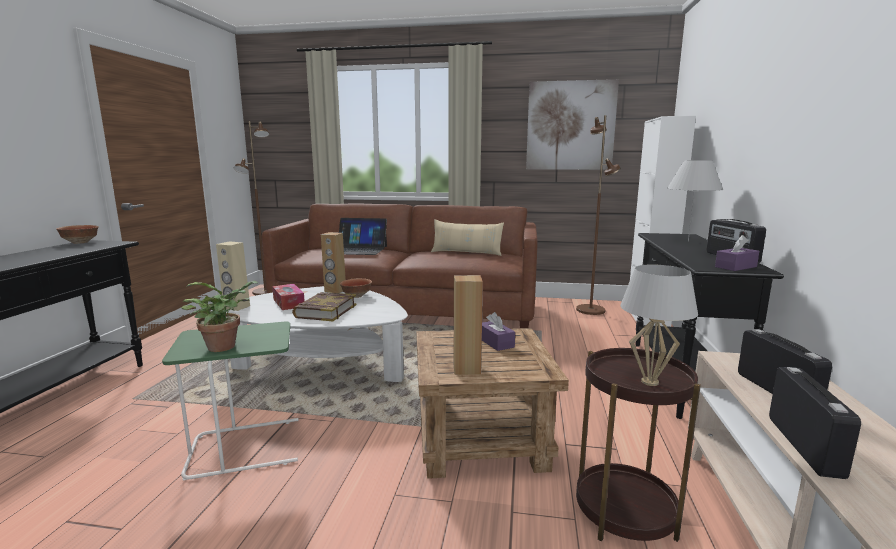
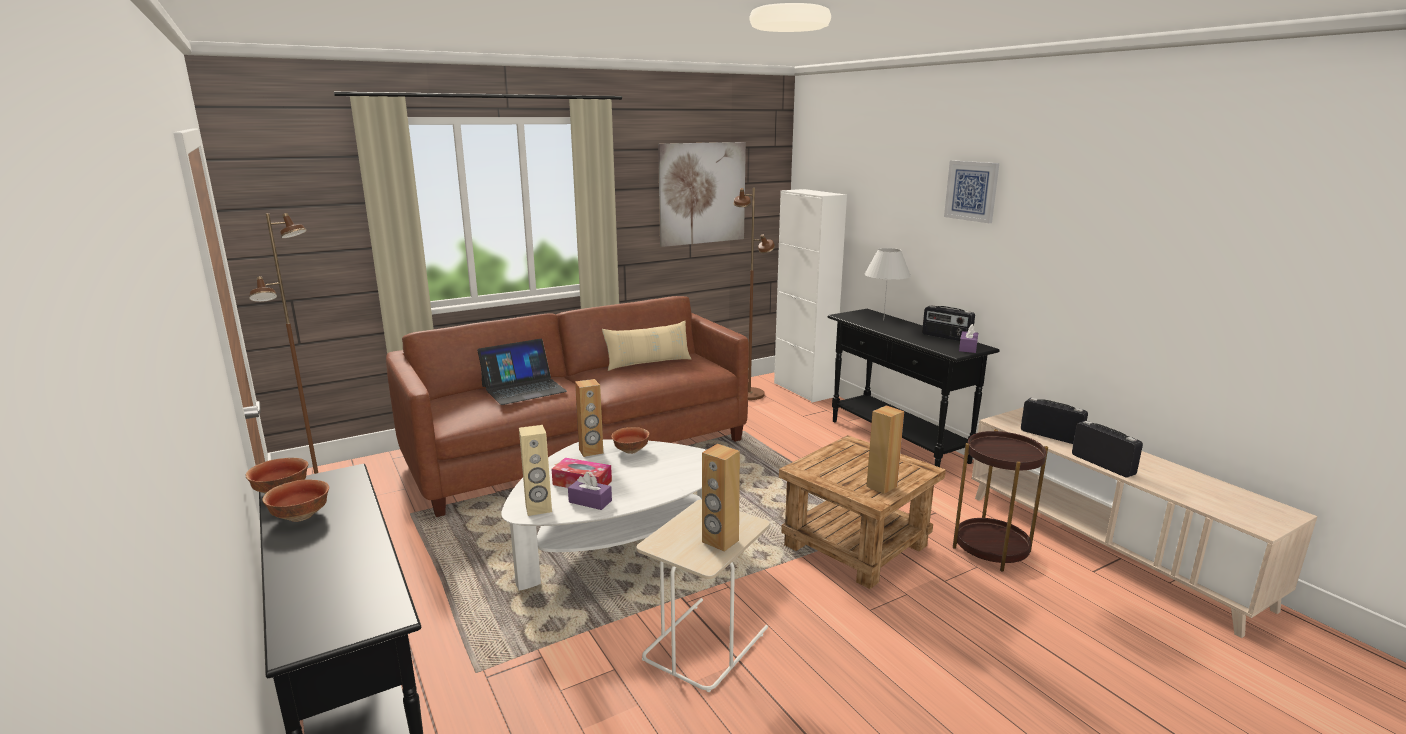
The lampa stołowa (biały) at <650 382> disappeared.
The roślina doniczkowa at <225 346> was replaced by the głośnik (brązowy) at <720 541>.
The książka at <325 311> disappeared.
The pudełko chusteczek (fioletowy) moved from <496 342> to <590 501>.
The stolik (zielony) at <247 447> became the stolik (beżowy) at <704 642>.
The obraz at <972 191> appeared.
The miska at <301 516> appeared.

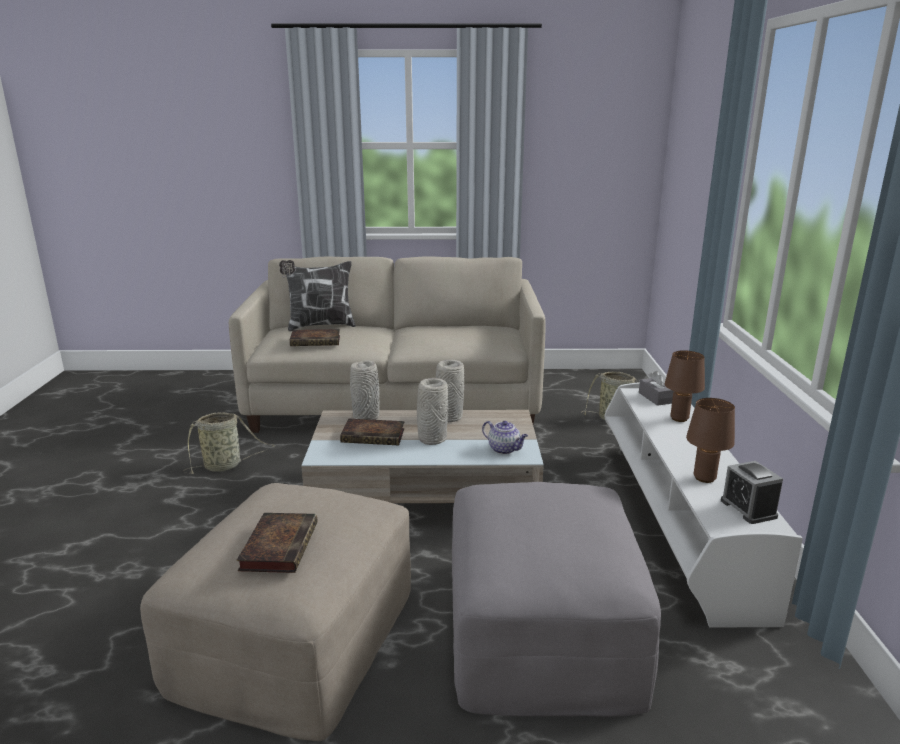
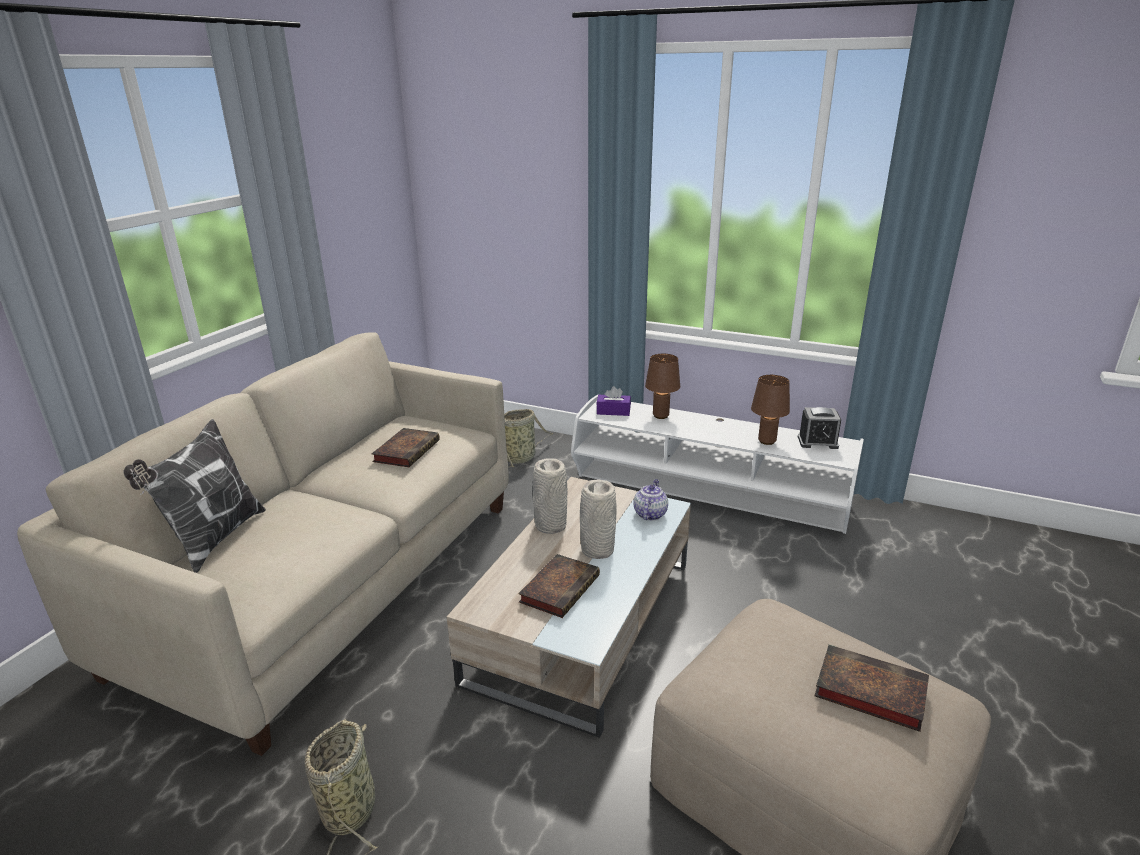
The książka moved from <317 341> to <407 450>.
The wazon (szary) at <366 417> disappeared.
The pudełko chusteczek (szary) at <655 398> became the pudełko chusteczek (fioletowy) at <613 411>.
The imbryk at <504 449> turned 45 degrees counterclockwise.
The pufa (szary) at <541 628> disappeared.

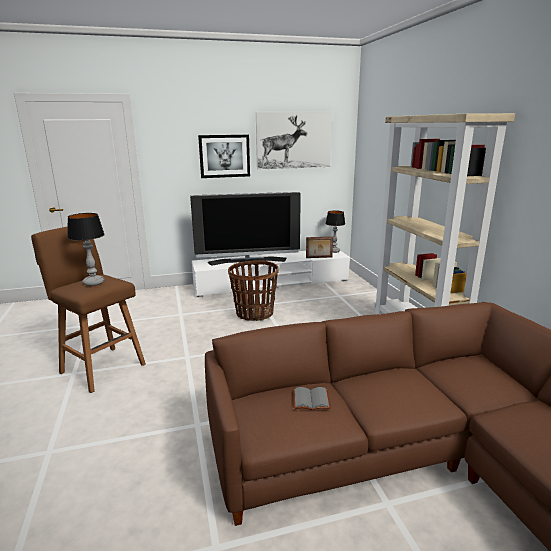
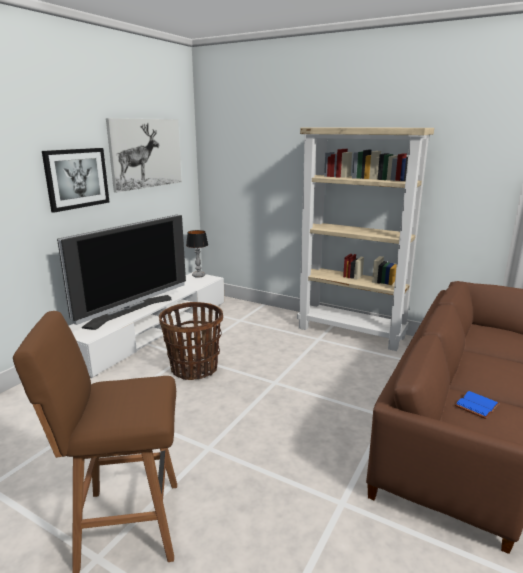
The lampa stołowa at <93 283> disappeared.
The ramka na zdjęcie at <319 257> disappeared.
The książka (szary) at <310 401> became the książka (niebieski) at <477 406>.

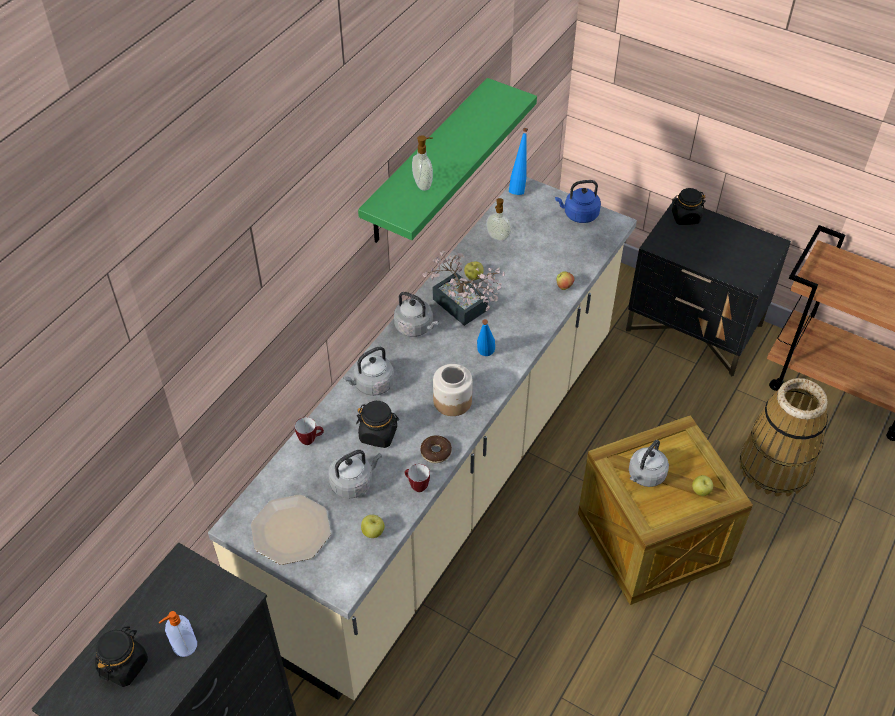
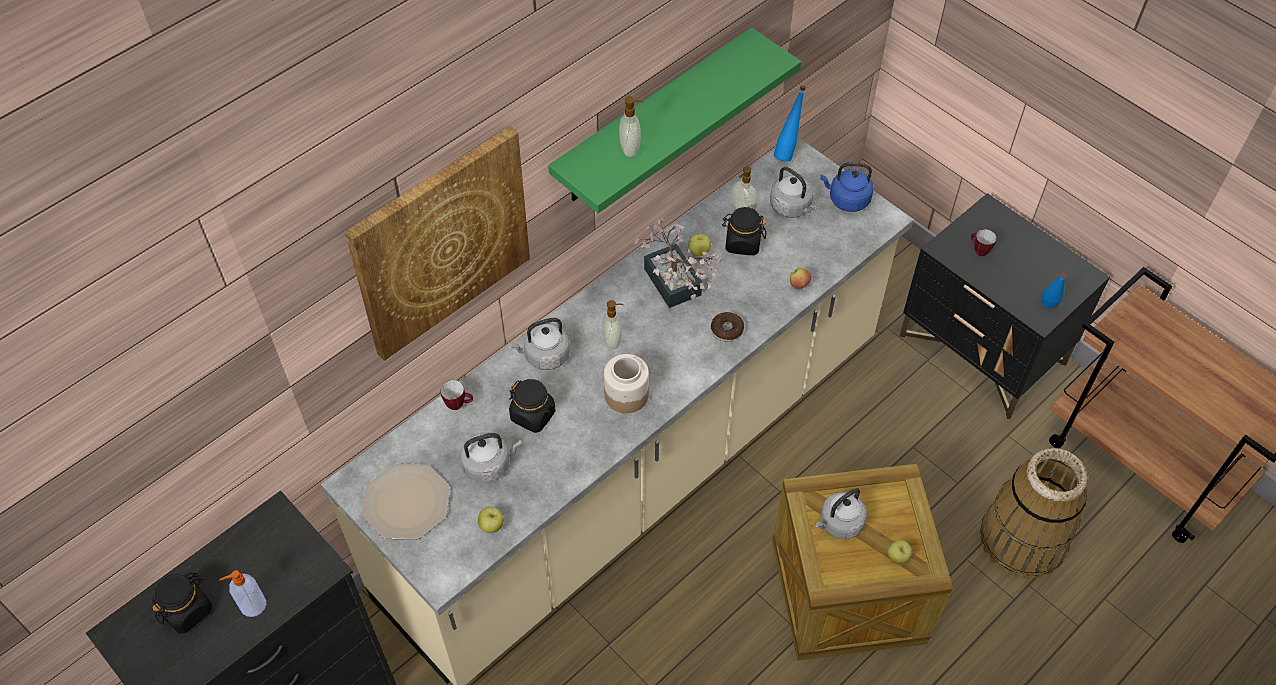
The słoik (czarny) moved from <685 217> to <742 243>.
The czajnik (szary) moved from <415 327> to <792 207>.
The butelka (niebieski) moved from <485 358> to <1047 309>.
The donut moved from <436 452> to <727 330>.
The kubek moved from <416 486> to <978 251>.
The obraz at <441 243> appeared.
The dozownik mydła at <613 340> appeared.

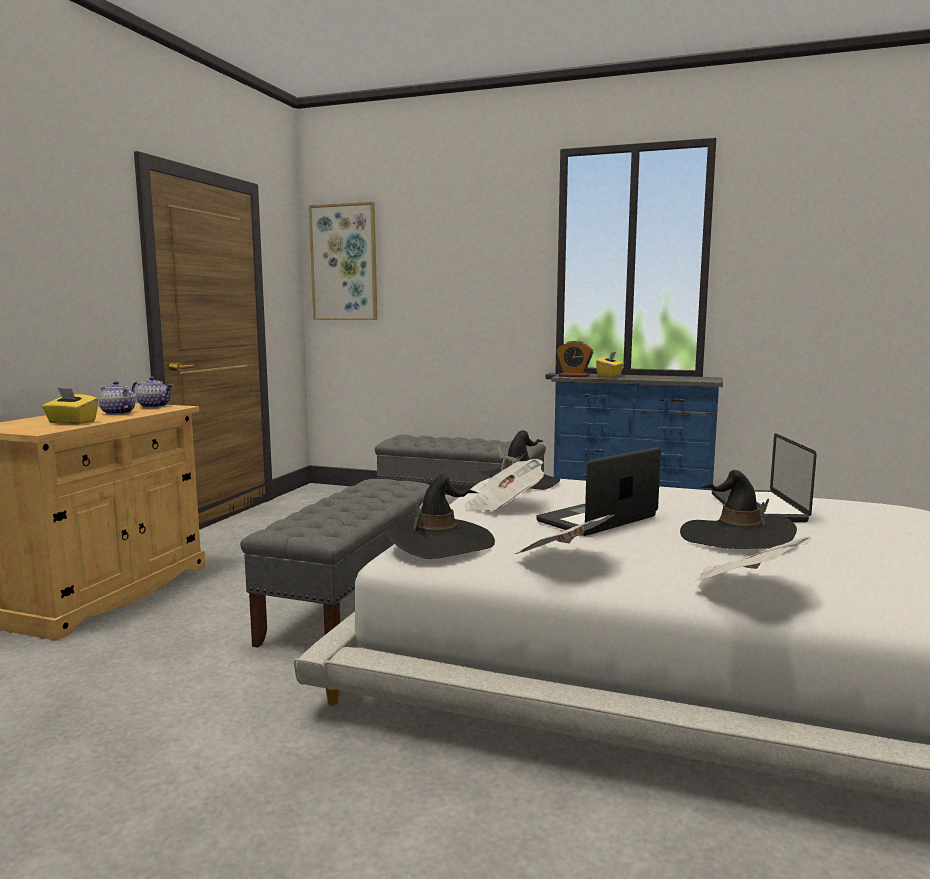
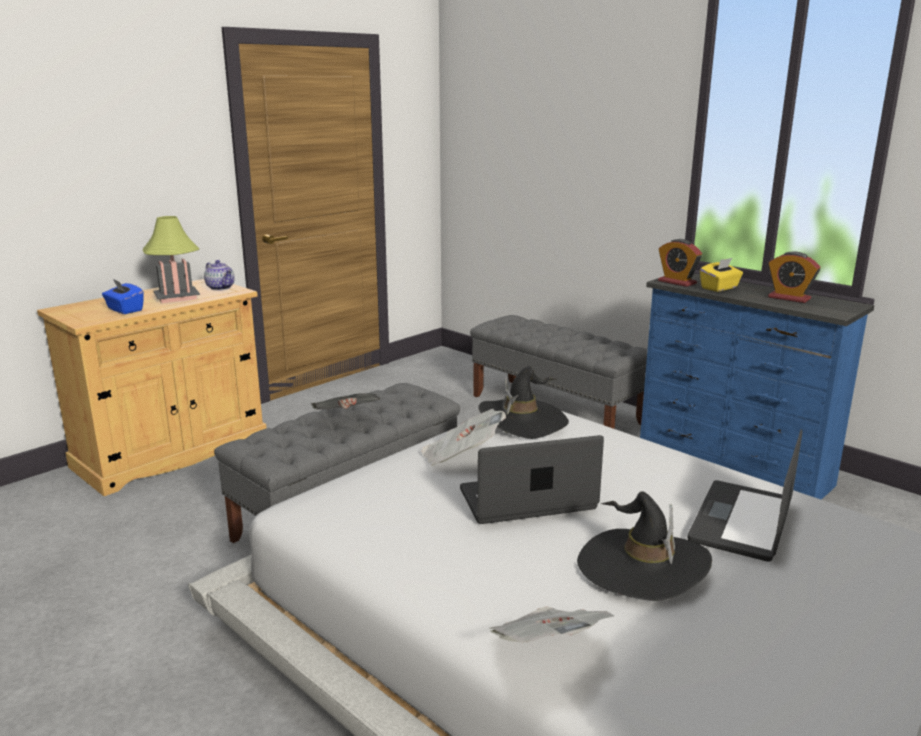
The obraz at <344 262> disappeared.
The imbryk at <117 413> was replaced by the lampa stołowa at <177 297>.
The pudełko chusteczek (żółty) at <71 422> became the pudełko chusteczek (niebieski) at <124 310>.
The kapelusz (czarny) at <440 542> disappeared.
The gazeta moved from <562 560> to <346 420>.
The budzik at <789 298> appeared.

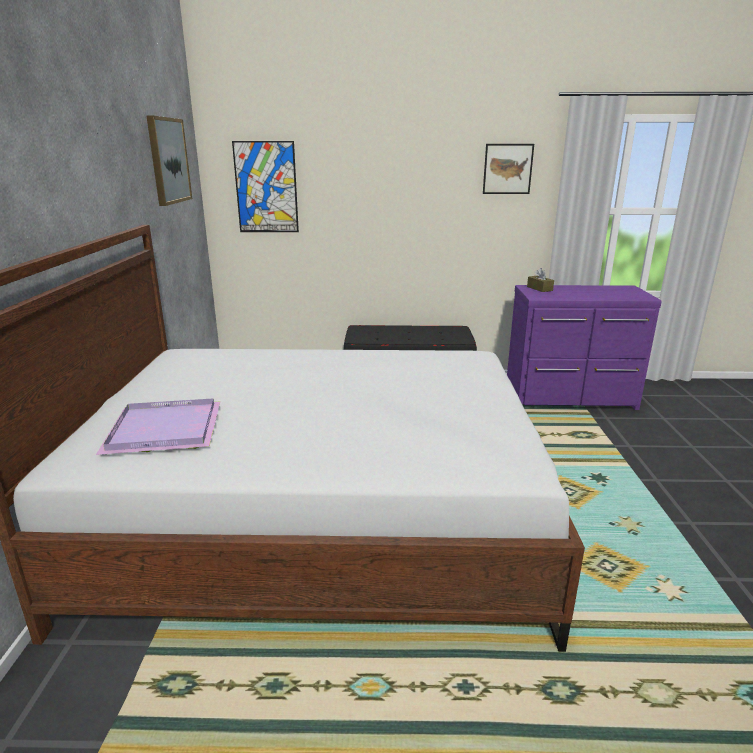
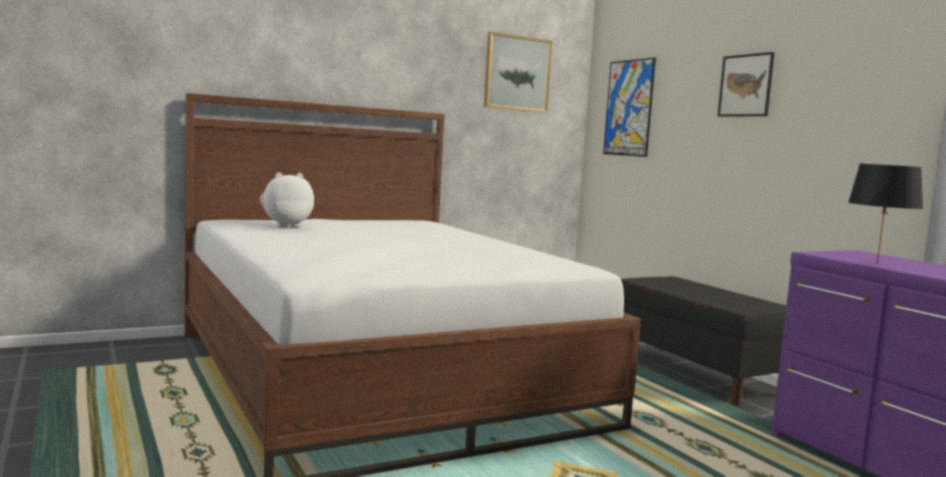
The obraz moved from <507 169> to <745 85>.
The pudełko chusteczek (brązowy) at <539 288> disappeared.
The taca (fioletowy) at <166 430> was replaced by the pluszak at <285 226>.
The lampa stołowa (czarny) at <876 264> appeared.

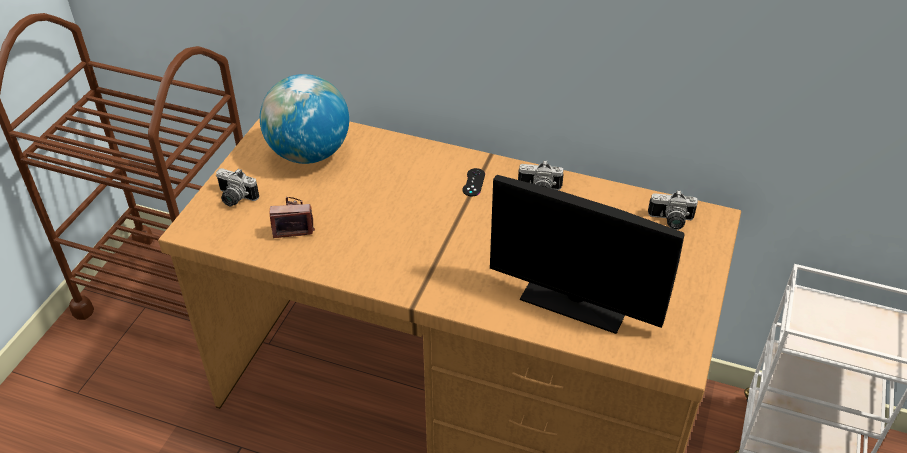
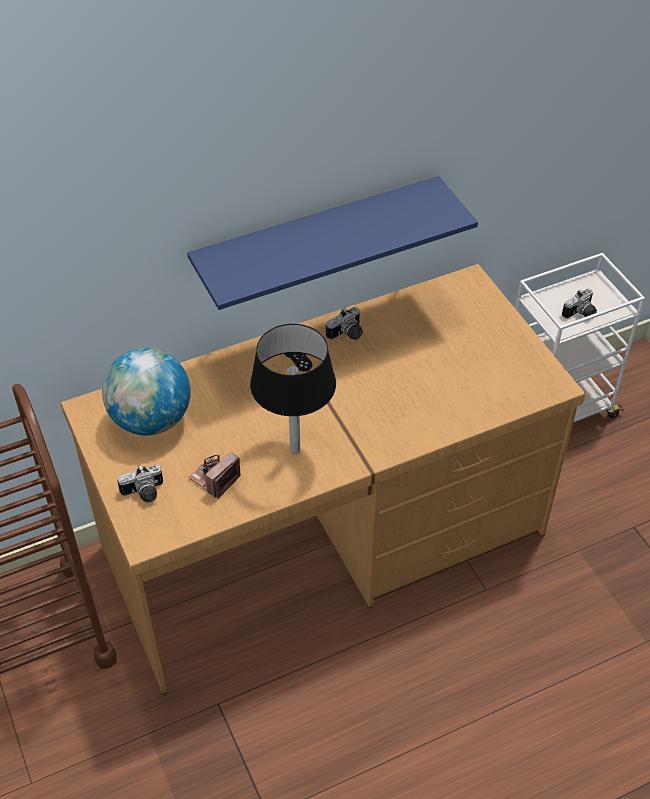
The monitor at <575 300> disappeared.
The aparat fotograficzny moved from <671 221> to <581 314>.
The półka (niebieski) at <317 238> appeared.
The lampa stołowa (czarny) at <295 449> appeared.

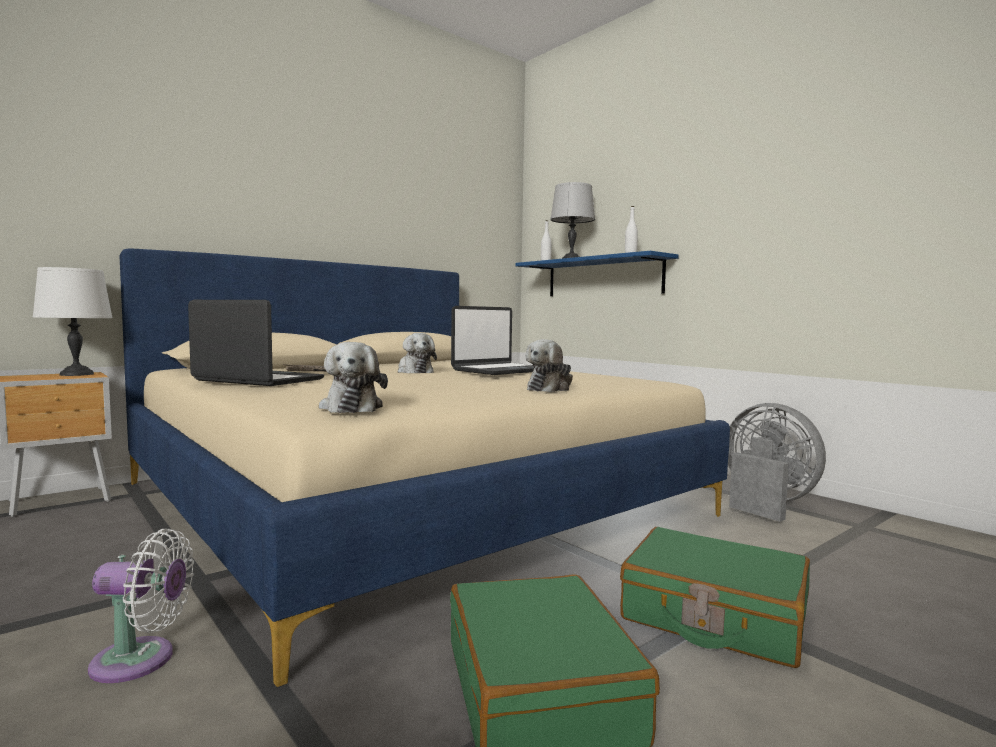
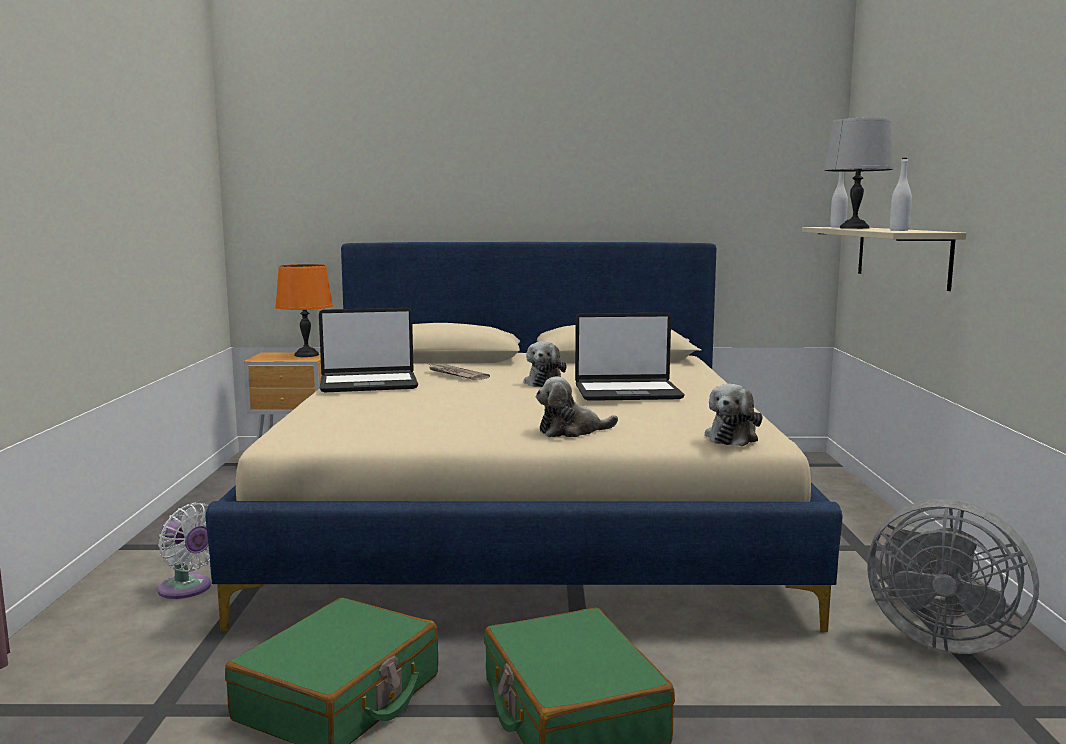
The półka (niebieski) at <603 277> became the półka (beżowy) at <901 255>.
The lampa stołowa (biały) at <77 374> became the lampa stołowa (pomarańczowy) at <307 355>.
The laptop at <258 380> turned 105 degrees clockwise.
The pluszak moved from <352 407> to <732 437>.
The wentylator (szary) at <765 503> turned 120 degrees clockwise.

